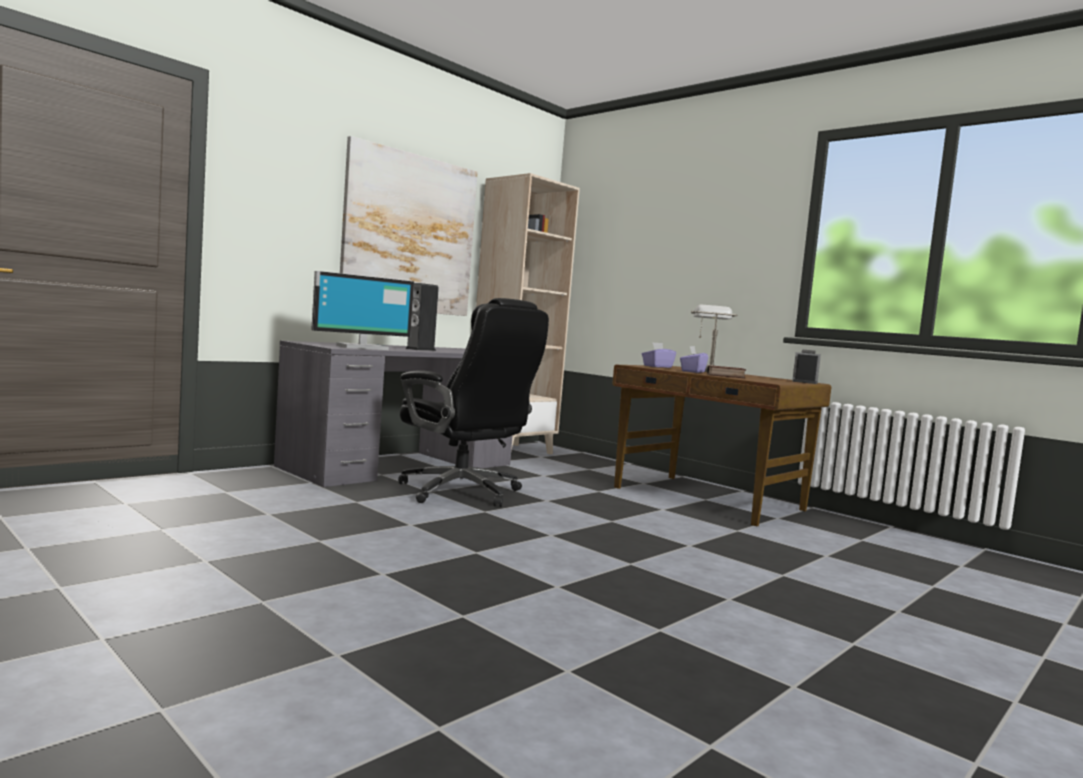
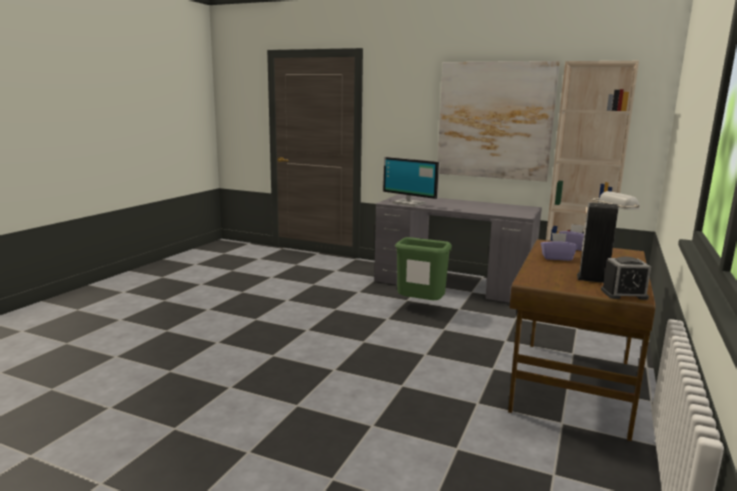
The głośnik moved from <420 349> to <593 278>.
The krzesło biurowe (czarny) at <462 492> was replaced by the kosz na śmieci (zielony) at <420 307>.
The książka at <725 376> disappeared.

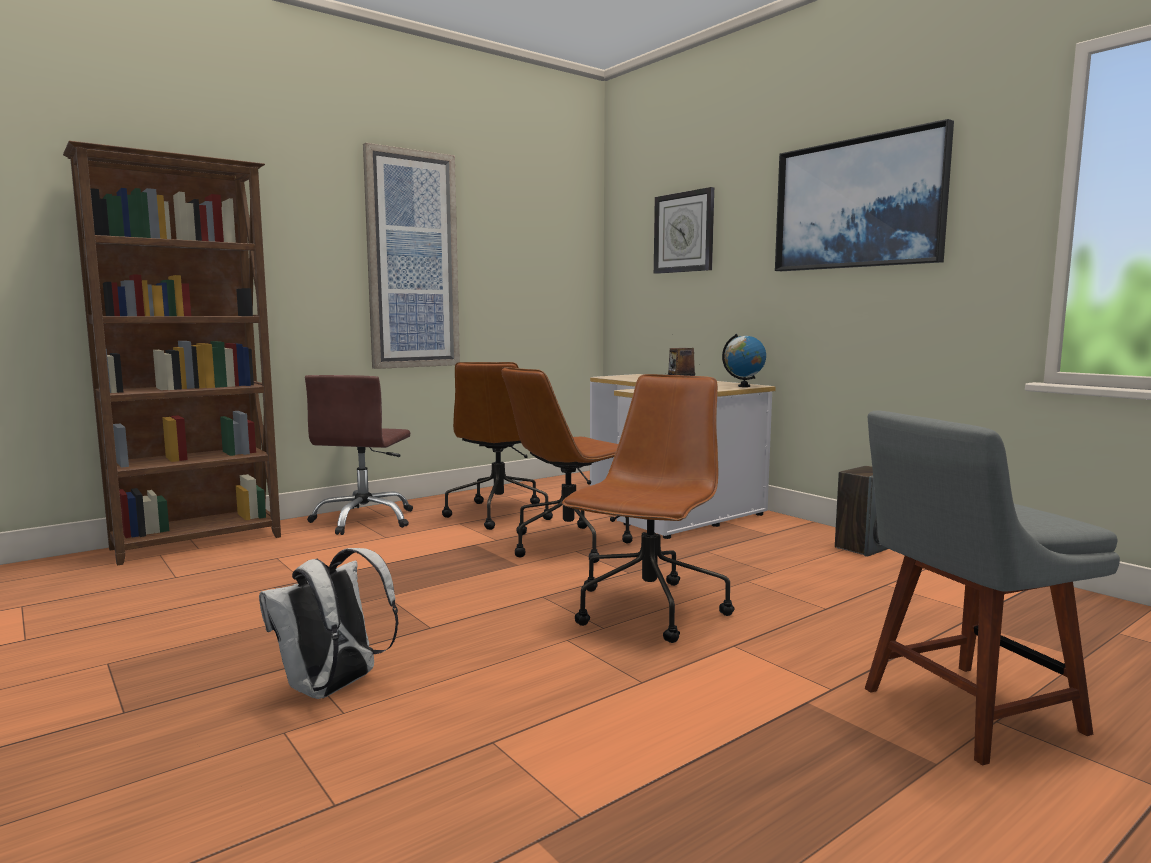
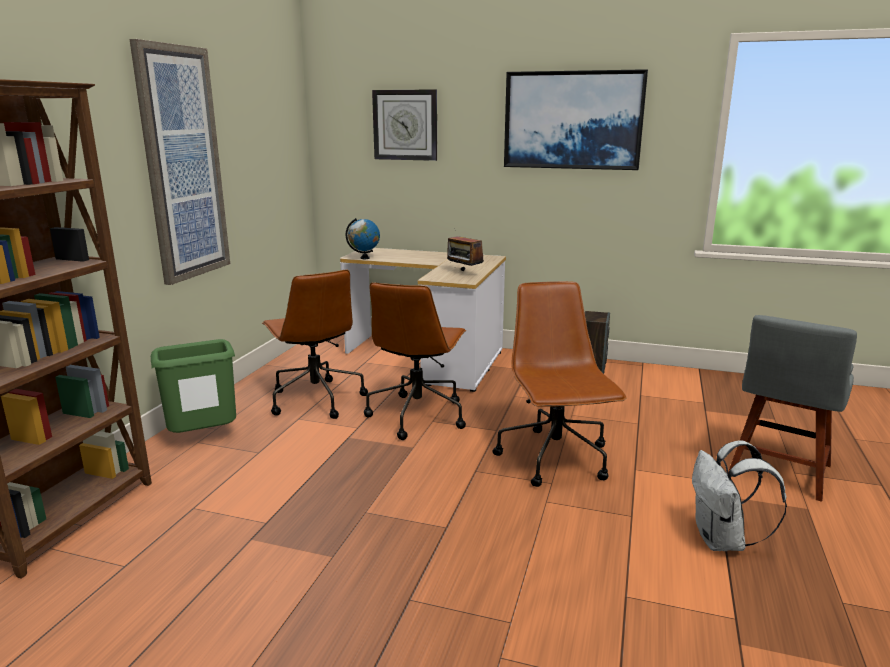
The globus moved from <744 386> to <364 258>.
The krzesło biurowe (brązowy) at <364 520> was replaced by the kosz na śmieci (zielony) at <203 439>.
The plecak (biały) moved from <333 689> to <722 541>.

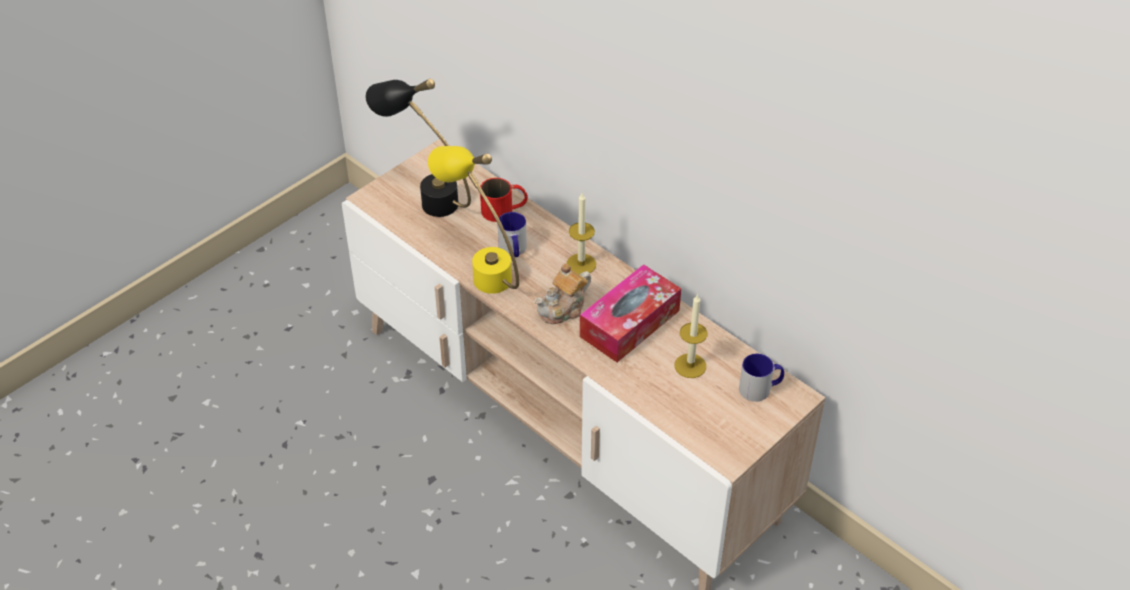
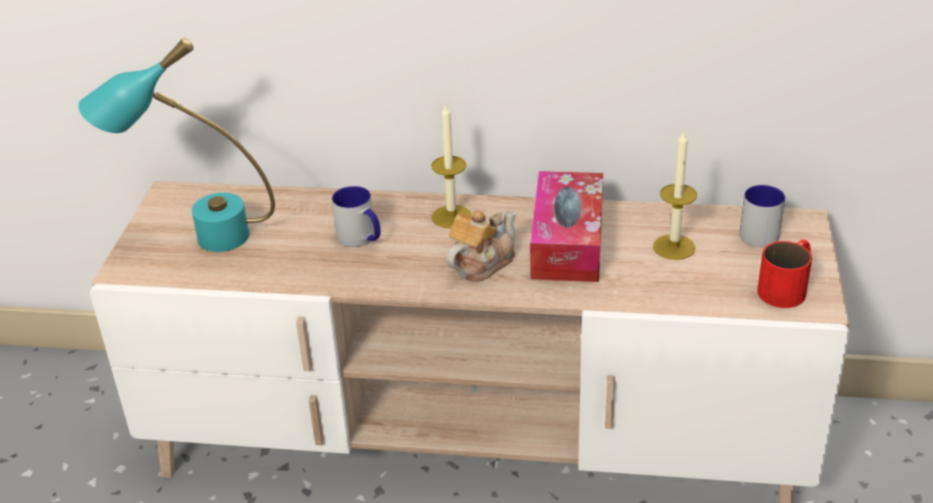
The lampa stołowa (czarny) at <426 197> became the lampa stołowa (turkusowy) at <197 237>.
The lampa stołowa (żółty) at <480 269> disappeared.
The kubek (czerwony) moved from <504 210> to <787 287>.
The imbryk at <563 309> turned 150 degrees counterclockwise.

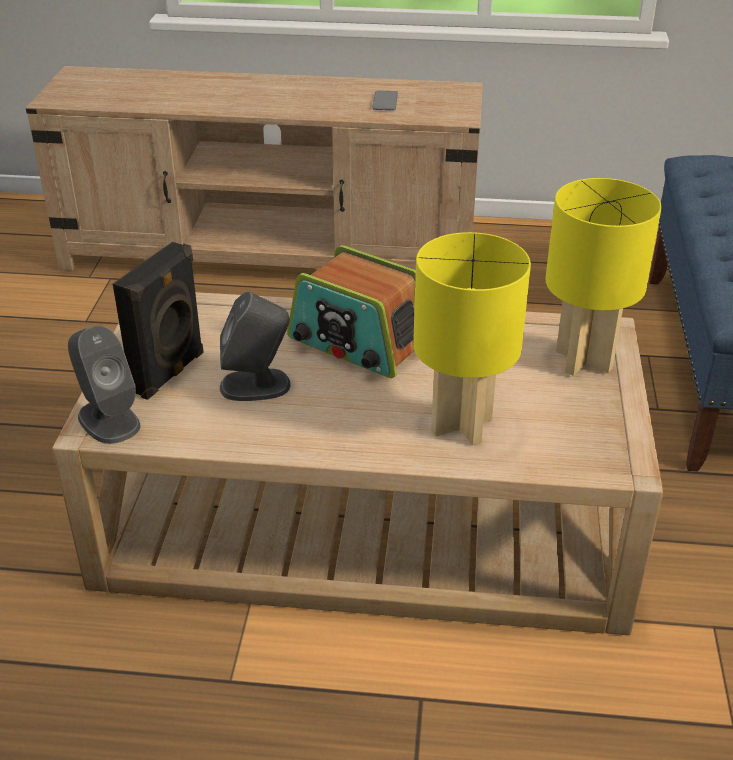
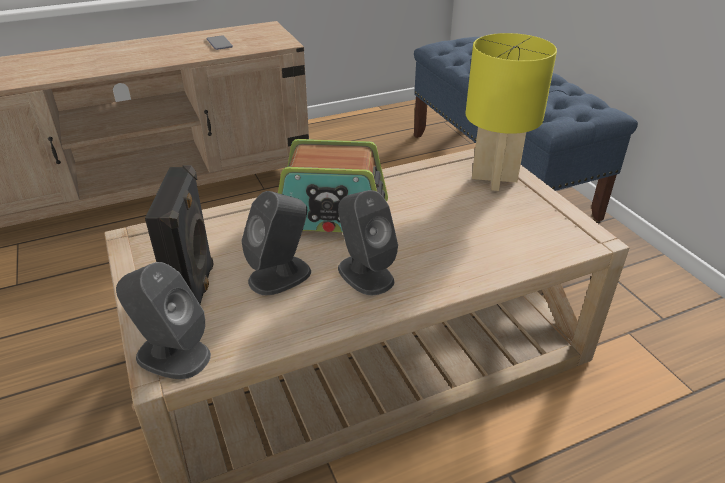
The lampa stołowa (żółty) at <462 426> disappeared.
The głośnik (szary) at <365 274> appeared.

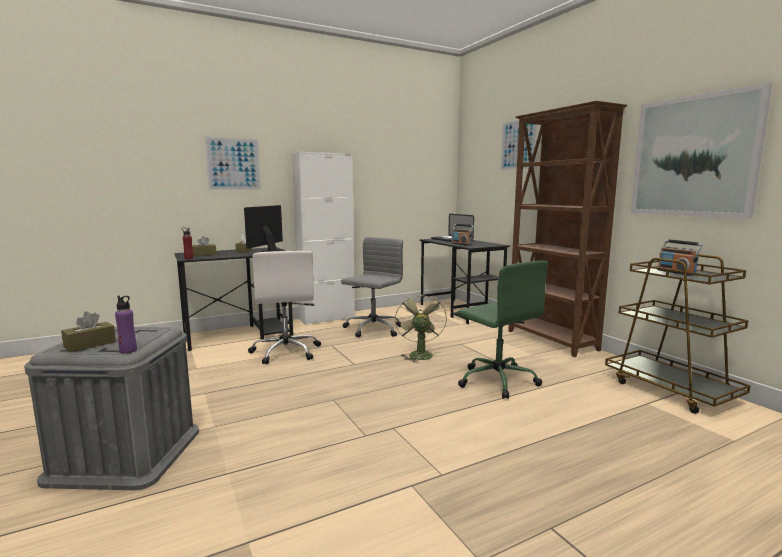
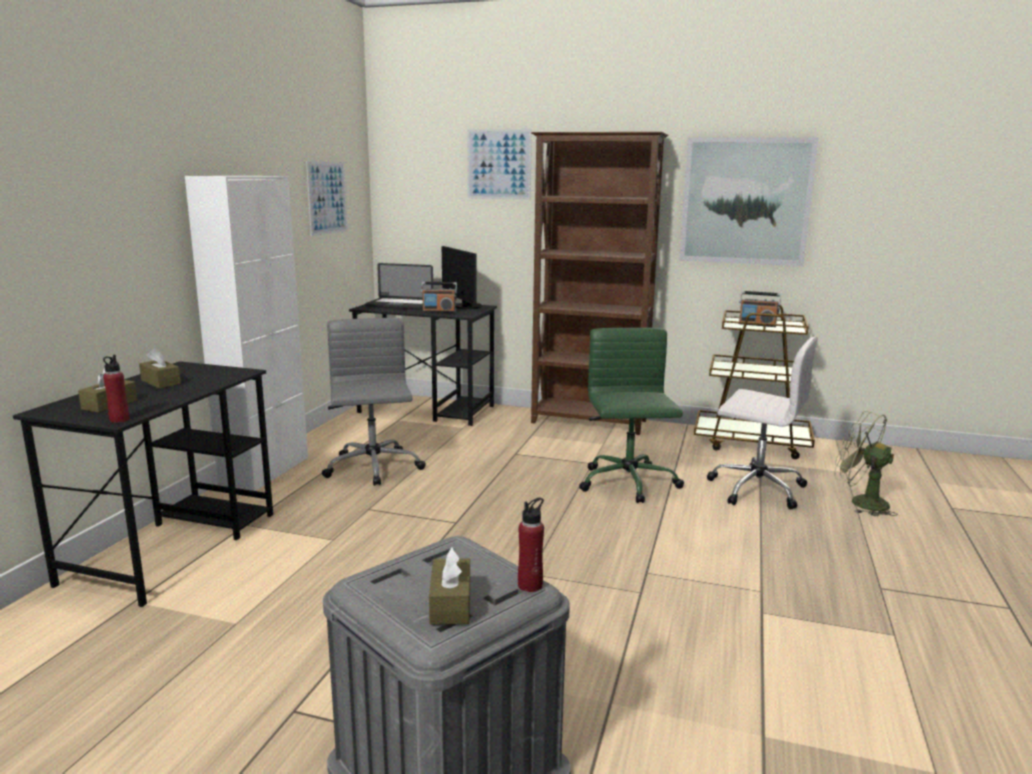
The obraz moved from <233 164> to <327 198>.
The monitor moved from <270 251> to <464 307>.
The krzesło biurowe (biały) moved from <286 352> to <755 488>.
The krzesło biurowe (zielony) at <496 380> turned 105 degrees counterclockwise.
The wentylator (zielony) moved from <419 354> to <860 502>.
The butelka (fioletowy) at <128 351> became the butelka (czerwony) at <530 585>.

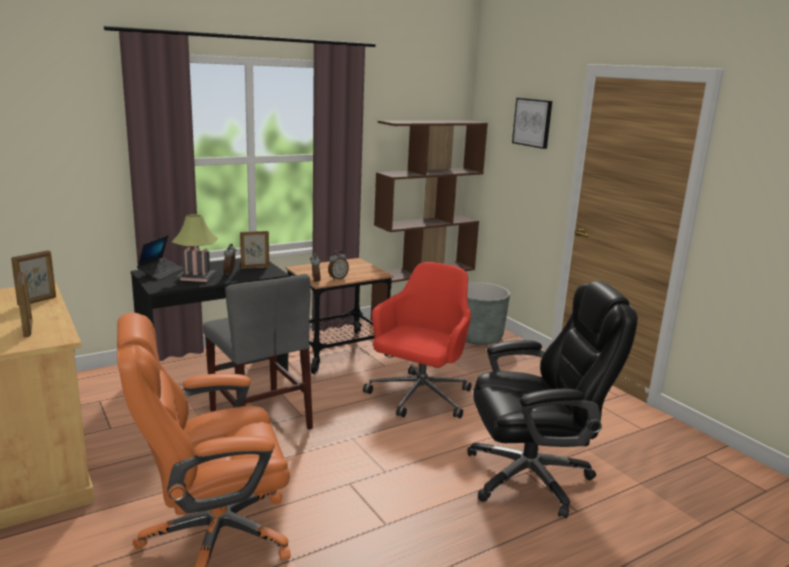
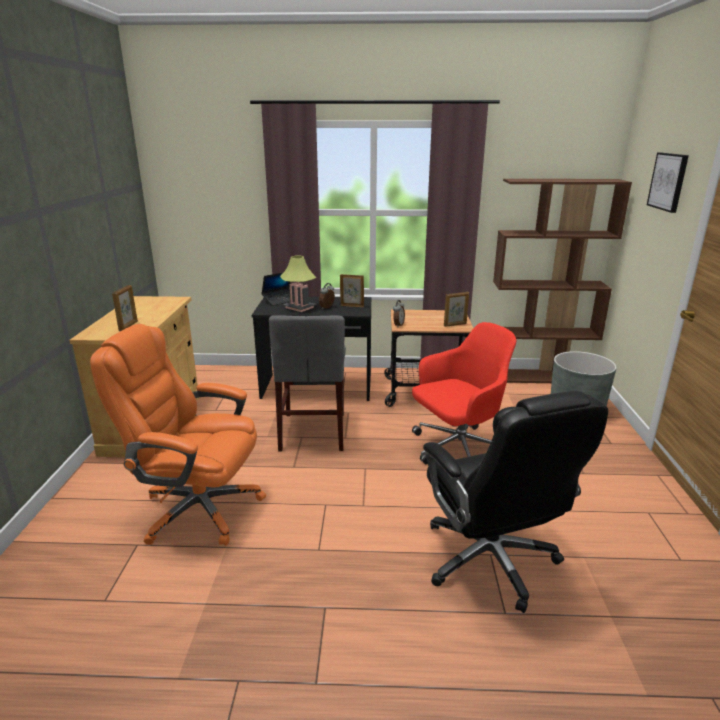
The ramka na zdjęcie moved from <37 301> to <455 325>.
The budzik at <337 278> disappeared.
The krzesło biurowe (czarny) at <532 477> turned 45 degrees clockwise.

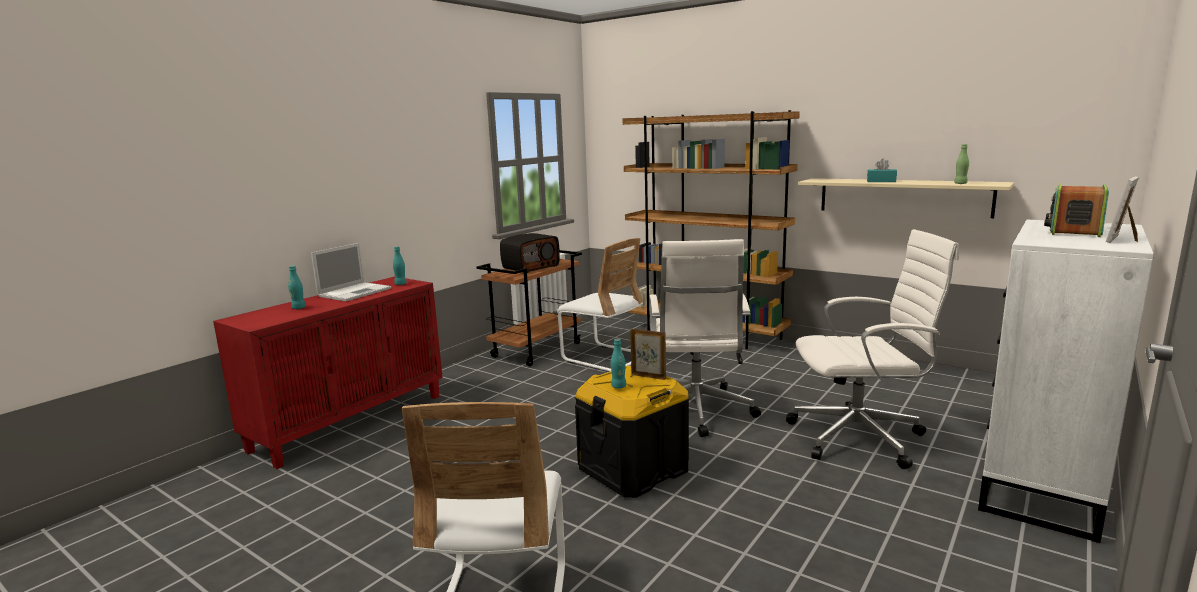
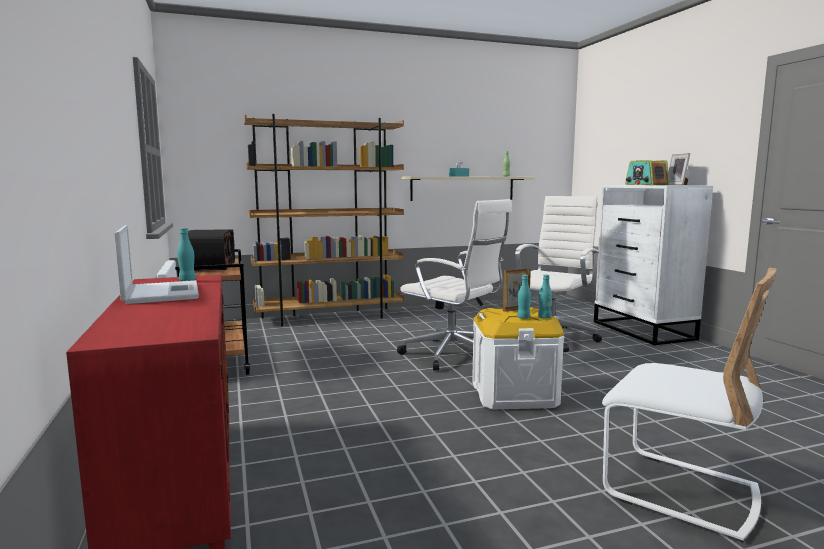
The krzesło (biały) at <604 358> disappeared.
The butelka (turkusowy) moved from <299 308> to <544 317>.
The pojemnik do przechowywania (czarny) at <633 469> became the pojemnik do przechowywania (biały) at <514 394>.

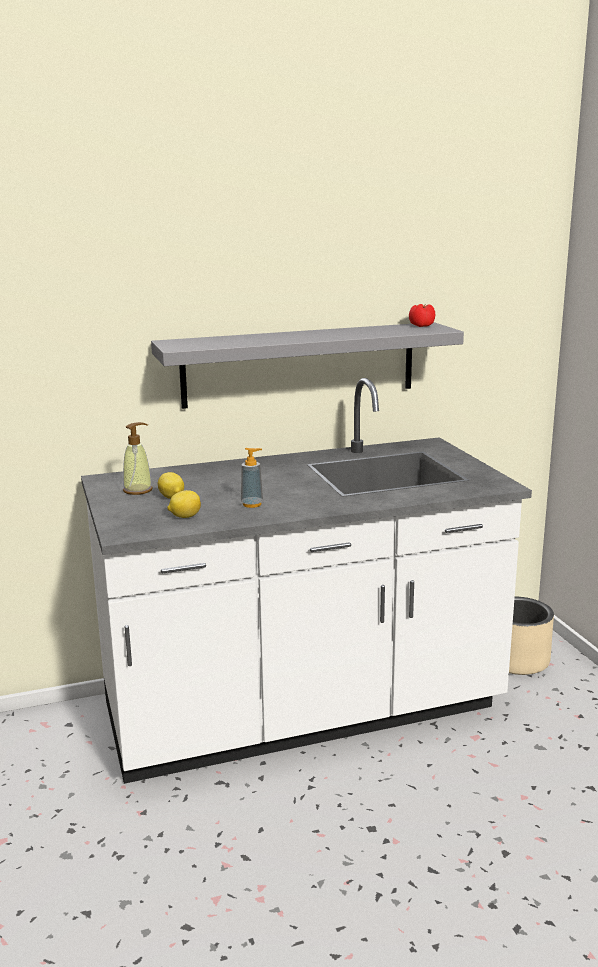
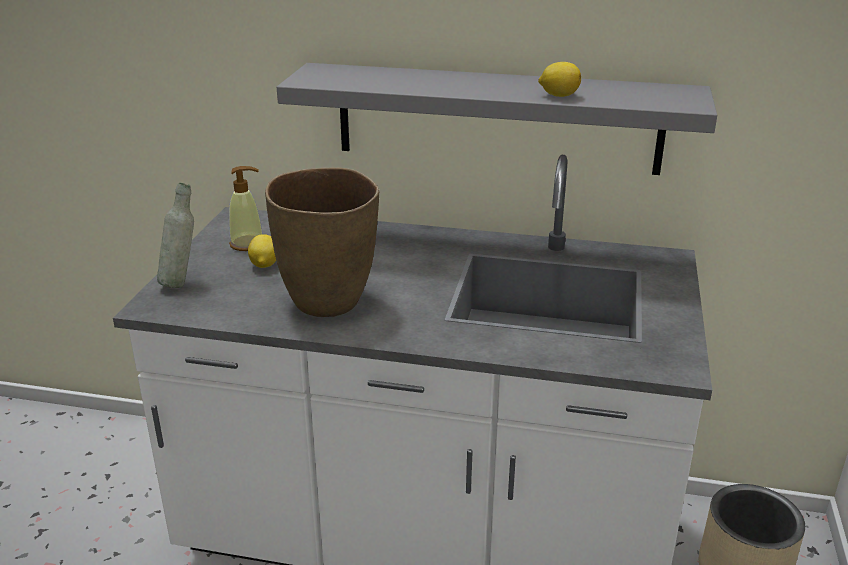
The pomidor at <421 326> disappeared.
The dozownik mydła at <252 504> was replaced by the wazon (brązowy) at <329 302>.
The cytryna moved from <185 517> to <558 95>.
The butelka (szary) at <182 282> appeared.

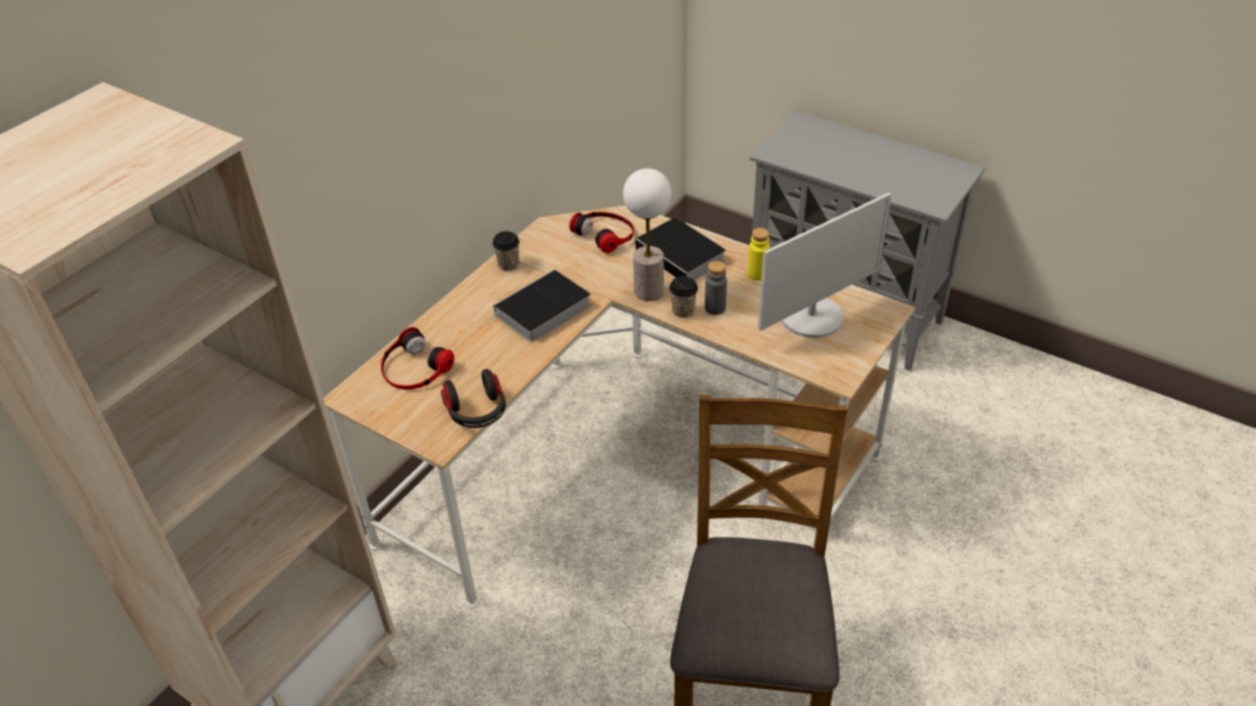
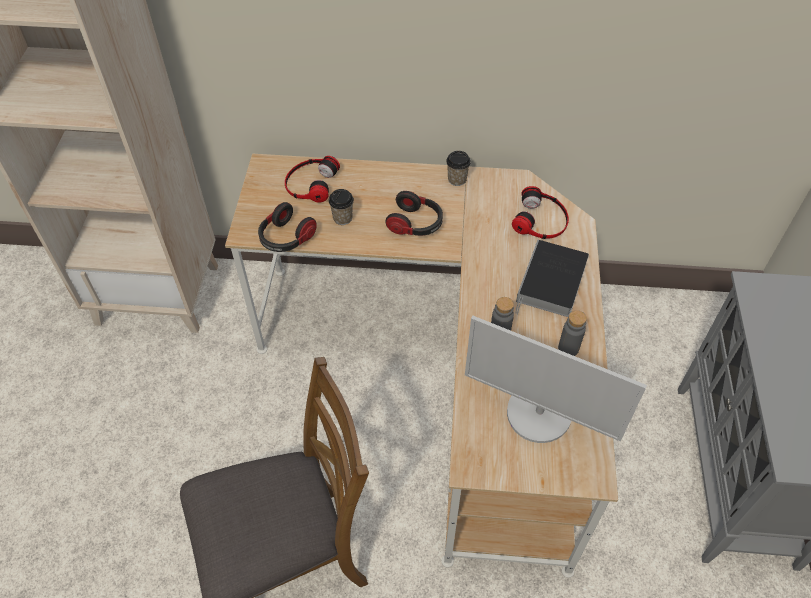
The lampa stołowa at <649 291> disappeared.
The butelka (żółty) at <757 274> became the butelka (szary) at <568 348>.
The książka at <541 312> was replaced by the słuchawki at <416 224>.
The filiżanka moved from <683 311> to <342 218>.

